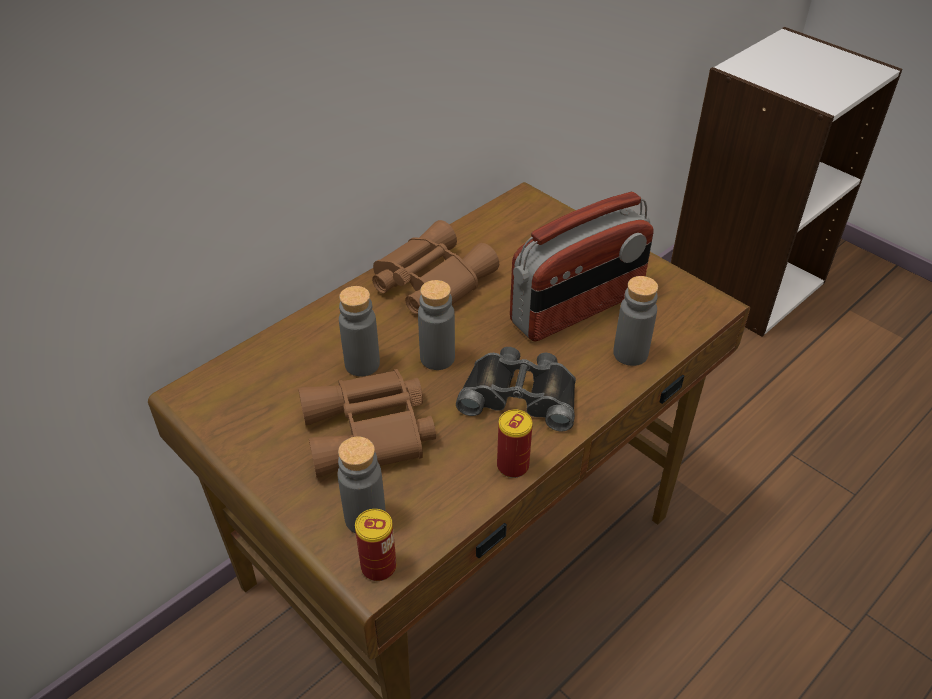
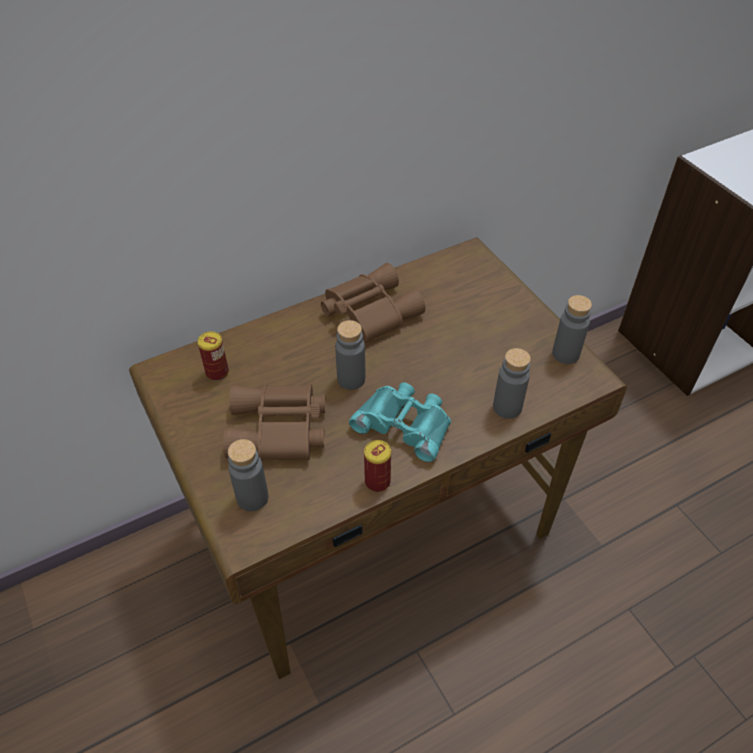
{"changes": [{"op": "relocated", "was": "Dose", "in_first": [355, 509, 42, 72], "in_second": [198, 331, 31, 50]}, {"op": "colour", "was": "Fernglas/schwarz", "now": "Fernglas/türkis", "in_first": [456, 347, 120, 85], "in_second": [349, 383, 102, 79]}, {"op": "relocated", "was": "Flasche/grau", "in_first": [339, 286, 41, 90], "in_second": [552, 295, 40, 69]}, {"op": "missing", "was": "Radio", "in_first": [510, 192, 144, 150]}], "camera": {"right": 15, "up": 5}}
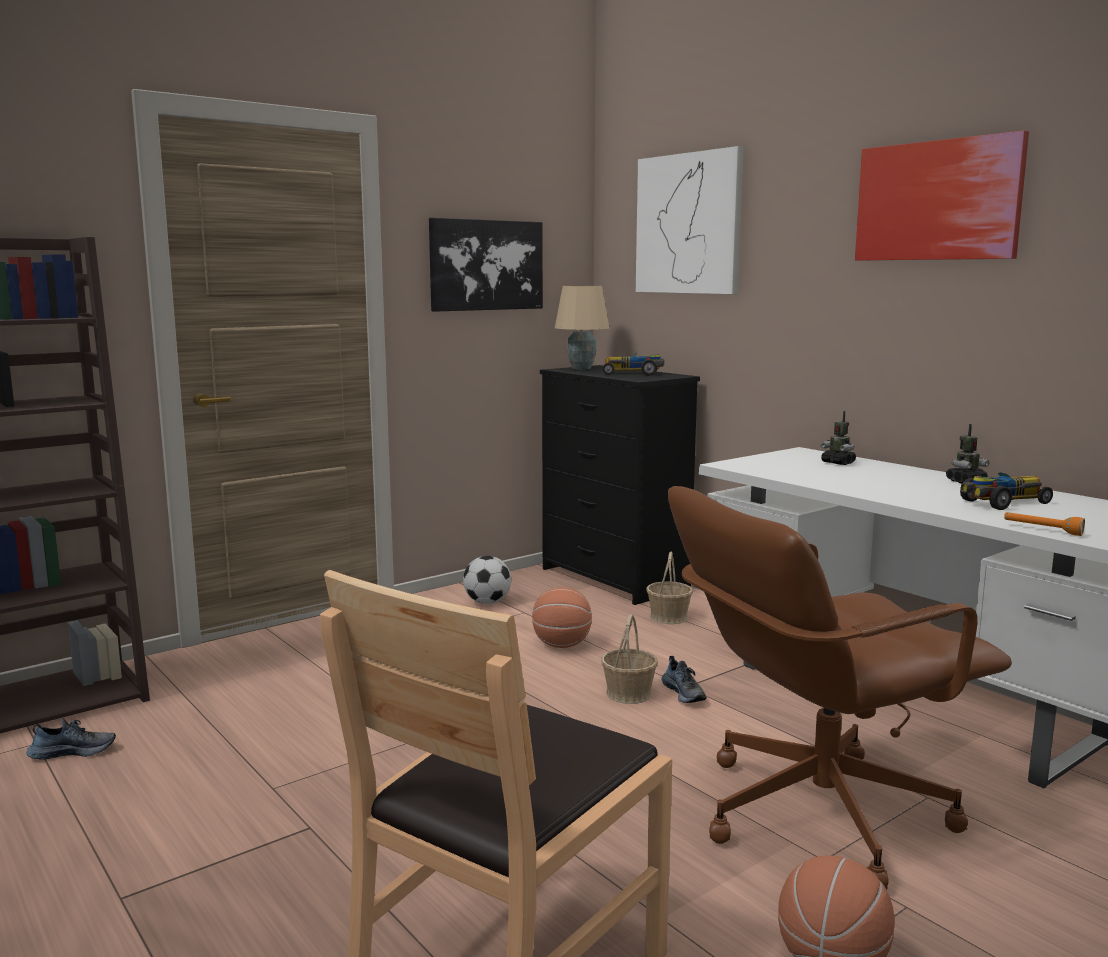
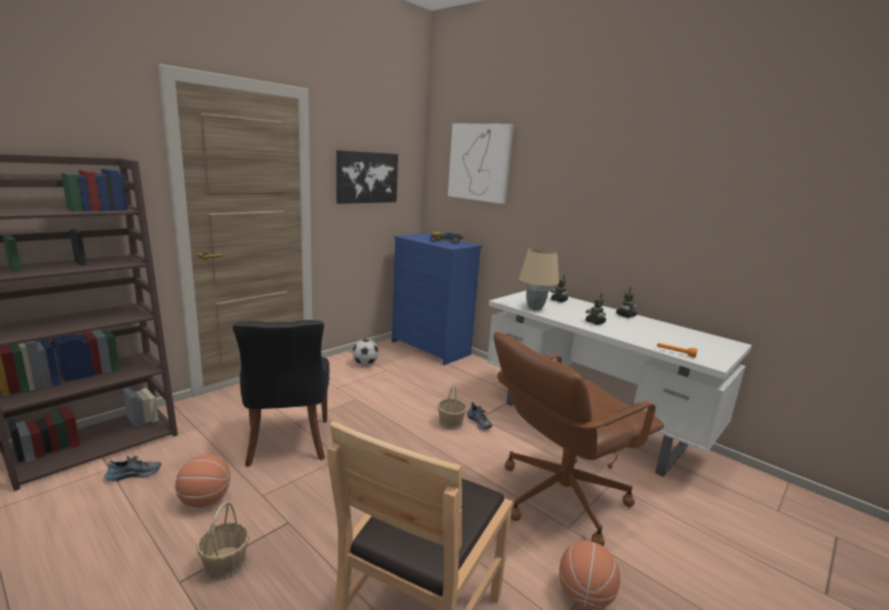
{"changes": [{"op": "relocated", "was": "Basketball", "in_first": [532, 587, 60, 61], "in_second": [175, 455, 55, 53]}, {"op": "relocated", "was": "Korb", "in_first": [646, 552, 47, 72], "in_second": [196, 501, 54, 80]}, {"op": "appeared", "now": "Stuhl/schwarz", "in_second": [233, 320, 96, 147]}, {"op": "colour", "was": "Kommode/schwarz", "now": "Kommode/blau", "in_first": [540, 365, 160, 240], "in_second": [392, 233, 90, 132]}, {"op": "relocated", "was": "Tischlampe/beige", "in_first": [555, 286, 54, 84], "in_second": [519, 248, 40, 62]}, {"op": "appeared", "now": "Spielzeugroboter", "in_second": [586, 293, 20, 32]}, {"op": "missing", "was": "Bild", "in_first": [855, 130, 174, 130]}, {"op": "missing", "was": "Spielzeugauto", "in_first": [960, 472, 93, 38]}], "camera": {"right": -10, "up": 5}}
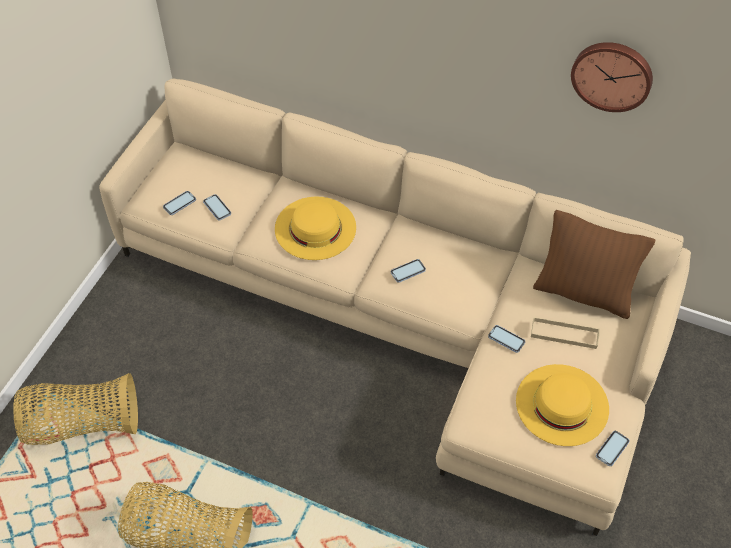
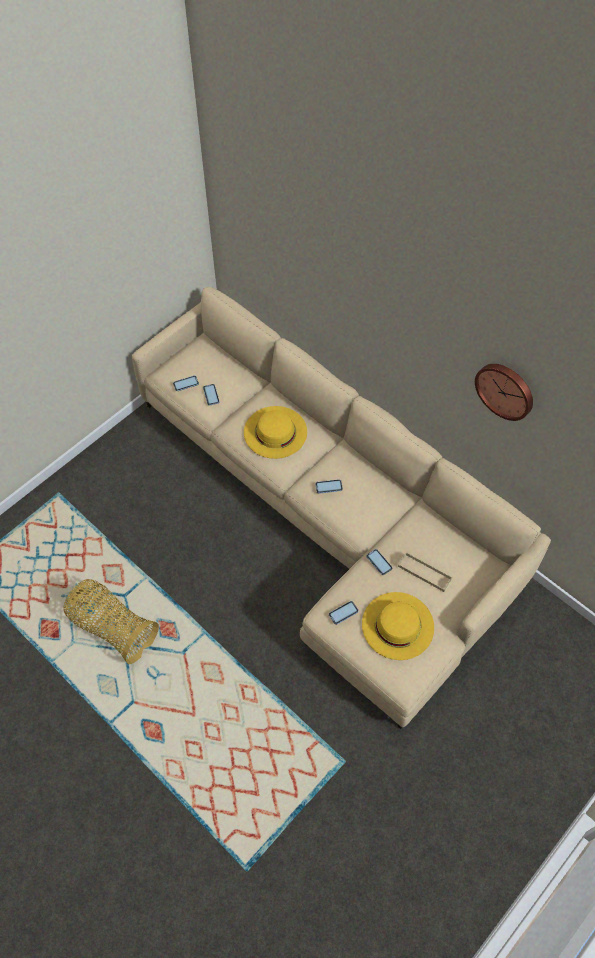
{"changes": [{"op": "relocated", "was": "Handy", "in_first": [596, 431, 33, 35], "in_second": [329, 601, 29, 24]}, {"op": "missing", "was": "Korb", "in_first": [13, 373, 125, 72]}, {"op": "missing", "was": "Kissen/braun", "in_first": [533, 210, 122, 109]}], "camera": {"right": 20, "up": 5}}
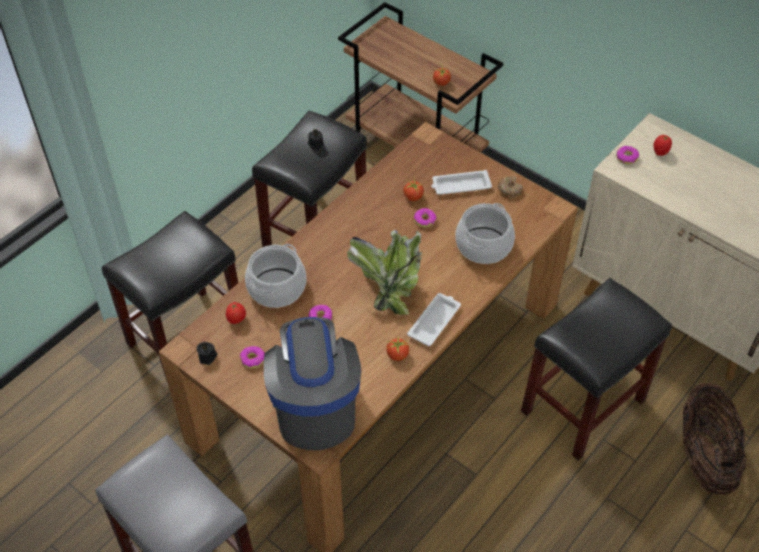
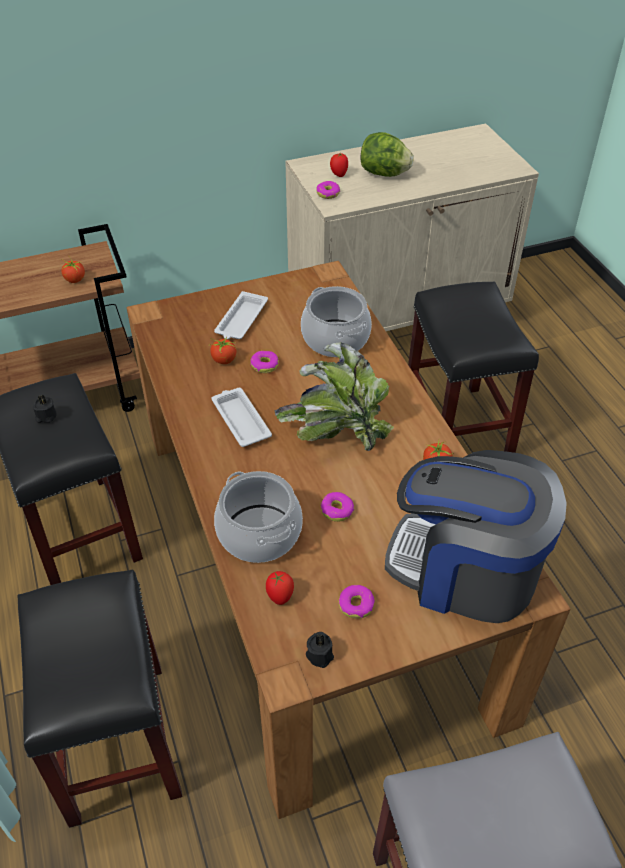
{"changes": [{"op": "relocated", "was": "Tablett/weiß", "in_first": [407, 293, 54, 53], "in_second": [211, 388, 61, 59]}, {"op": "appeared", "now": "Salatkopf", "in_second": [361, 132, 53, 45]}, {"op": "missing", "was": "Donut", "in_first": [498, 176, 25, 22]}, {"op": "missing", "was": "Korb", "in_first": [683, 383, 64, 112]}], "camera": {"right": -60, "up": -5}}
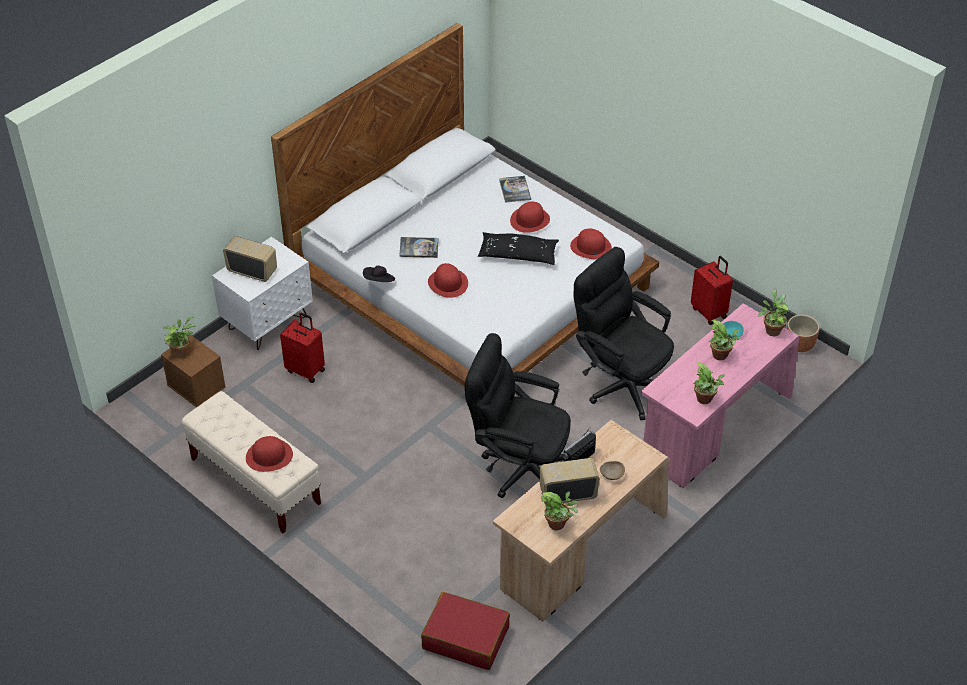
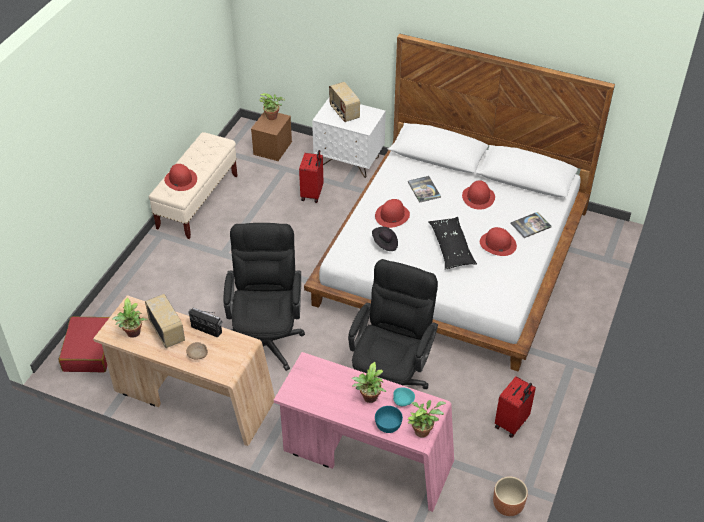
{"changes": [{"op": "spun", "was": "Radio", "in_first": [223, 236, 54, 46], "in_second": [329, 82, 31, 40], "clockwise": 150}, {"op": "relocated", "was": "Hut/schwarz", "in_first": [363, 266, 32, 16], "in_second": [372, 227, 26, 24]}, {"op": "appeared", "now": "Schüssel/türkis", "in_second": [375, 406, 28, 27]}, {"op": "relocated", "was": "Hut/rot", "in_first": [570, 229, 42, 30], "in_second": [462, 180, 33, 29]}, {"op": "missing", "was": "Topfpflanze", "in_first": [693, 362, 32, 42]}], "camera": {"right": 70, "up": 0}}
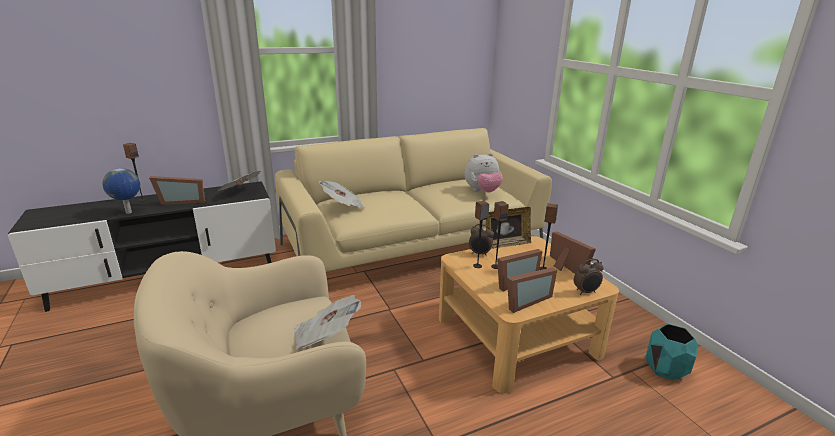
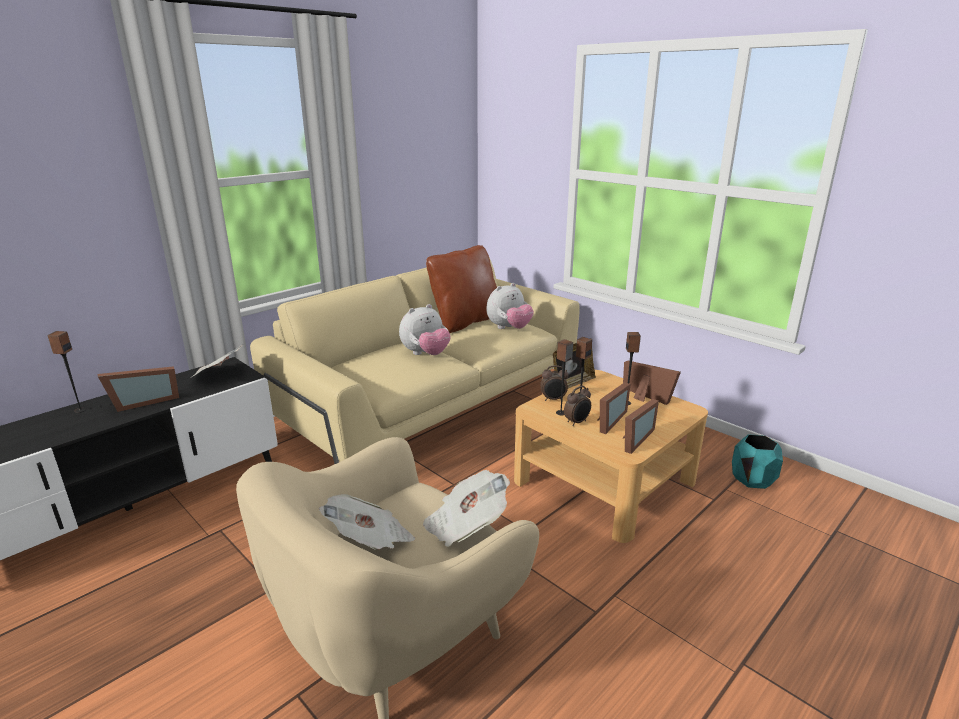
{"changes": [{"op": "relocated", "was": "Zeitung", "in_first": [319, 181, 45, 27], "in_second": [319, 494, 96, 56]}, {"op": "appeared", "now": "Plüschtier", "in_second": [399, 304, 52, 51]}, {"op": "appeared", "now": "Kissen/braun", "in_second": [426, 245, 71, 88]}, {"op": "relocated", "was": "Wecker", "in_first": [574, 259, 30, 36], "in_second": [564, 386, 27, 40]}, {"op": "missing", "was": "Globus", "in_first": [102, 168, 38, 46]}], "camera": {"right": -20, "up": 0}}
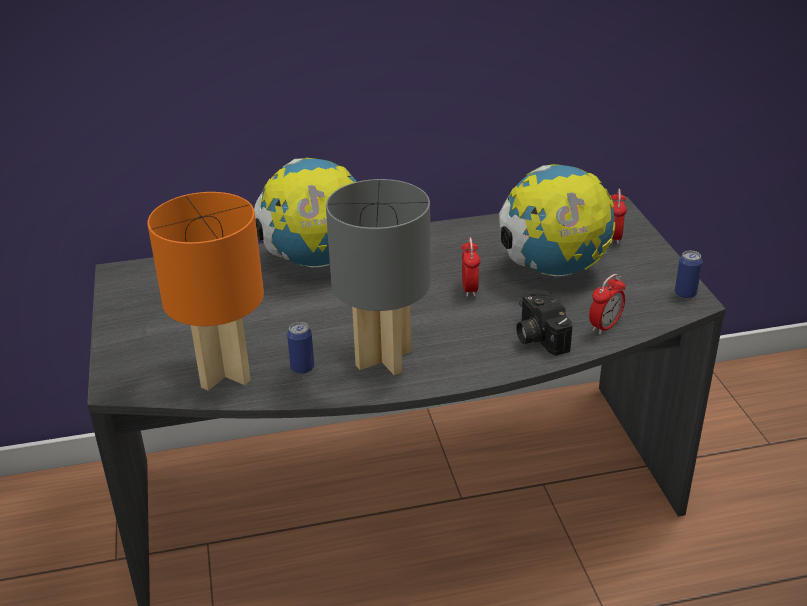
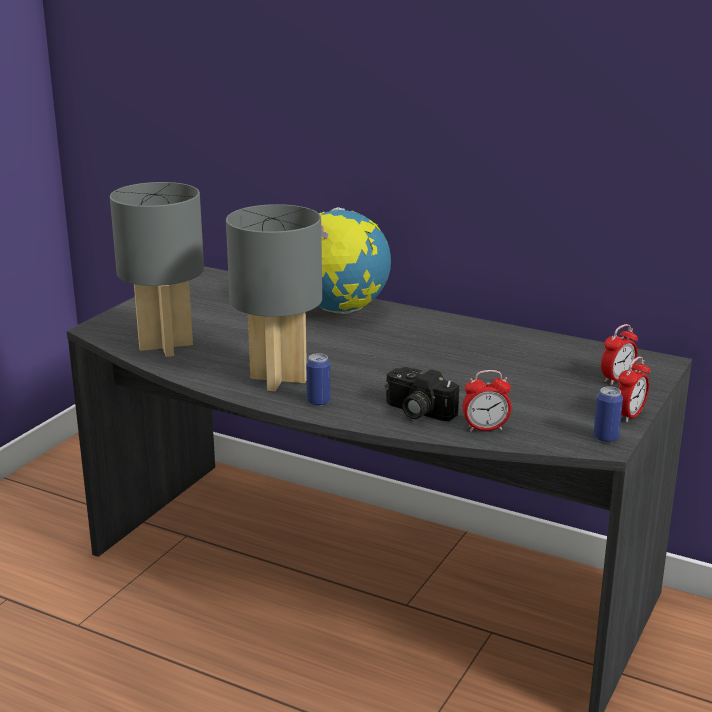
{"changes": [{"op": "colour", "was": "Tischlampe/orange", "now": "Tischlampe/grau", "in_first": [147, 192, 117, 199], "in_second": [110, 182, 94, 175]}, {"op": "relocated", "was": "Dose", "in_first": [287, 322, 27, 52], "in_second": [306, 353, 24, 53]}, {"op": "spun", "was": "Kamera", "in_first": [516, 289, 56, 67], "in_second": [385, 367, 74, 54], "clockwise": -75}, {"op": "relocated", "was": "Wecker", "in_first": [461, 237, 20, 60], "in_second": [618, 357, 32, 65]}, {"op": "missing", "was": "Globus", "in_first": [499, 164, 117, 112]}], "camera": {"right": 40, "up": -10}}
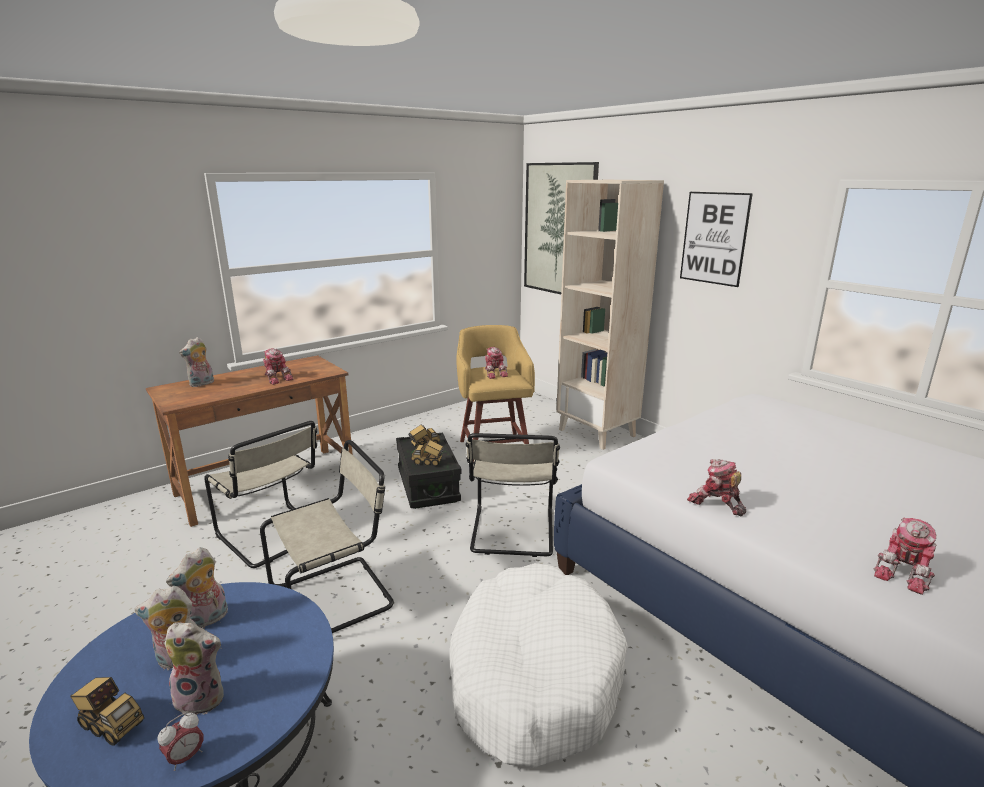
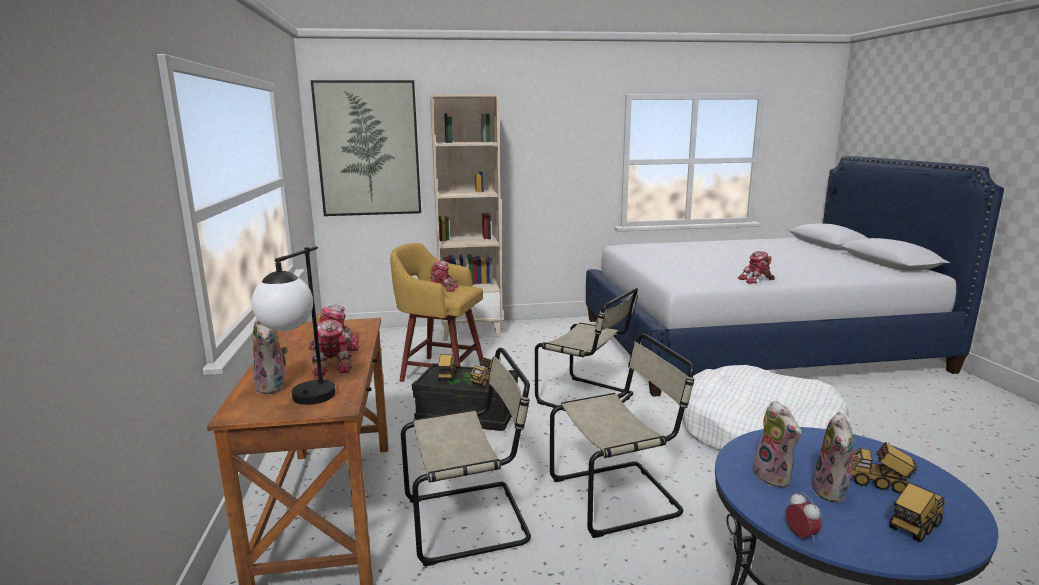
{"changes": [{"op": "appeared", "now": "Tischlampe", "in_second": [251, 246, 85, 159]}, {"op": "relocated", "was": "Spielzeugroboter", "in_first": [874, 518, 63, 77], "in_second": [311, 320, 41, 56]}, {"op": "spun", "was": "Stuhl/beige", "in_first": [260, 440, 134, 193], "in_second": [550, 334, 144, 204], "clockwise": 75}, {"op": "relocated", "was": "Wecker", "in_first": [158, 712, 46, 59], "in_second": [786, 492, 36, 51]}, {"op": "exchanged", "was": "Plüschtier", "now": "Spielzeuglaster", "in_first": [165, 622, 59, 93], "in_second": [851, 442, 68, 52]}, {"op": "missing", "was": "Bild", "in_first": [680, 192, 73, 95]}], "camera": {"right": -60, "up": -5}}
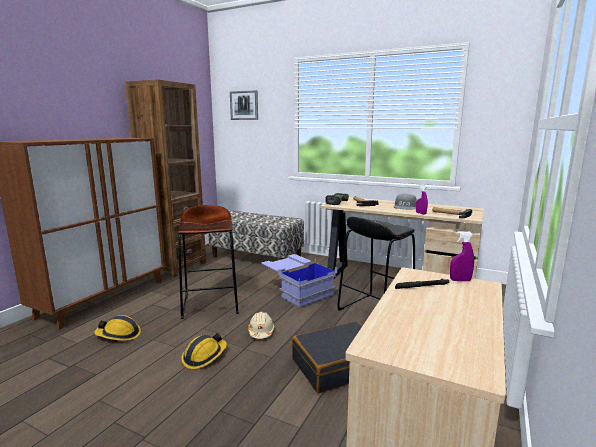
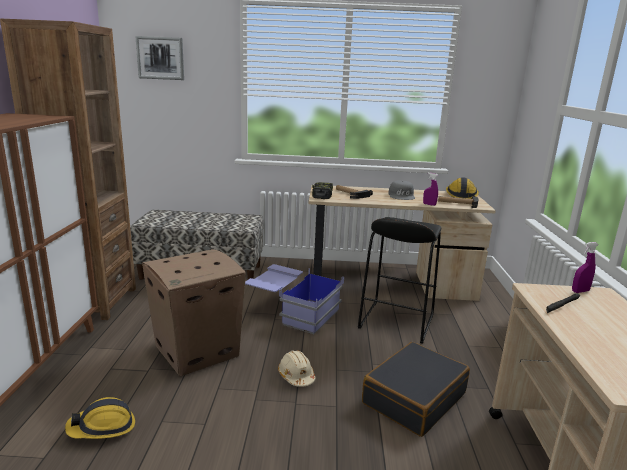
{"changes": [{"op": "exchanged", "was": "Hocker/braun", "now": "Karton", "in_first": [178, 205, 61, 114], "in_second": [142, 249, 104, 127]}, {"op": "relocated", "was": "Schutzhelm", "in_first": [181, 333, 46, 36], "in_second": [446, 177, 33, 22]}], "camera": {"right": -25, "up": 5}}
